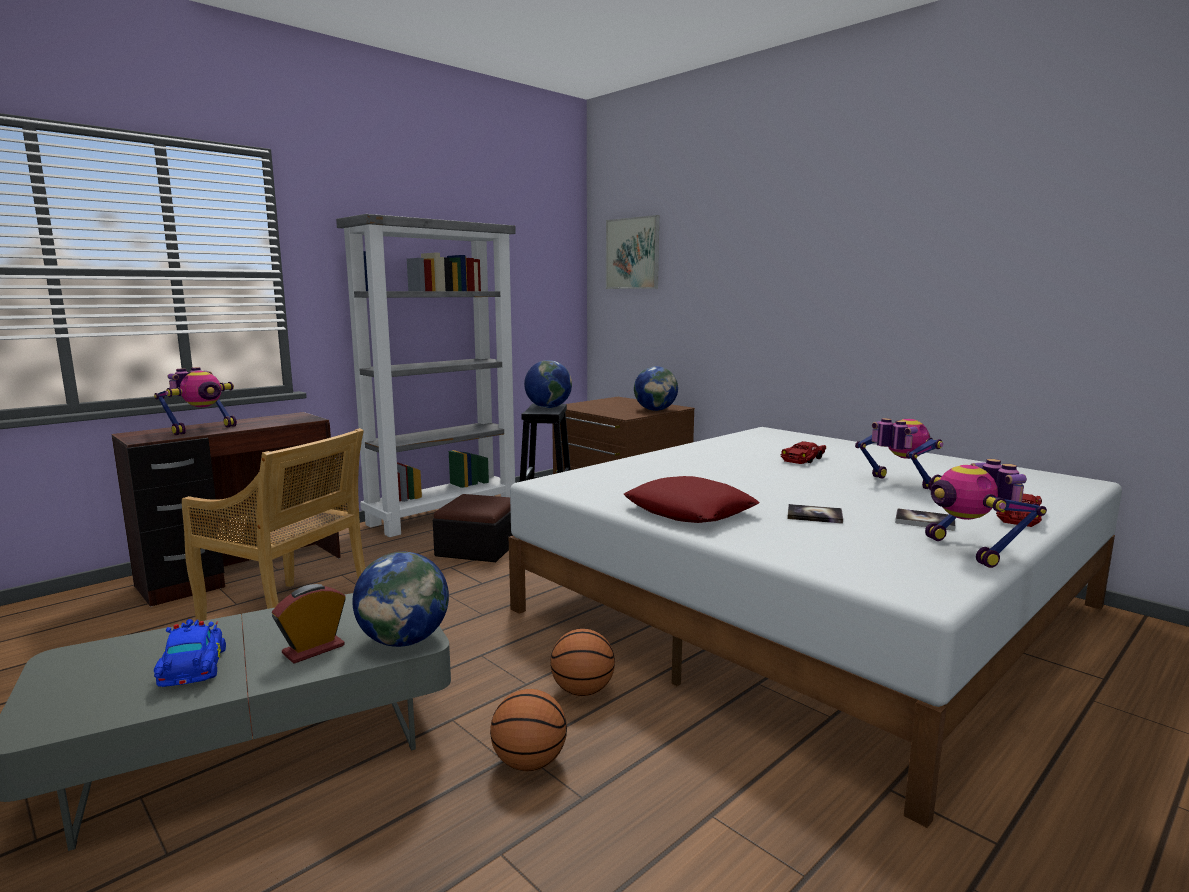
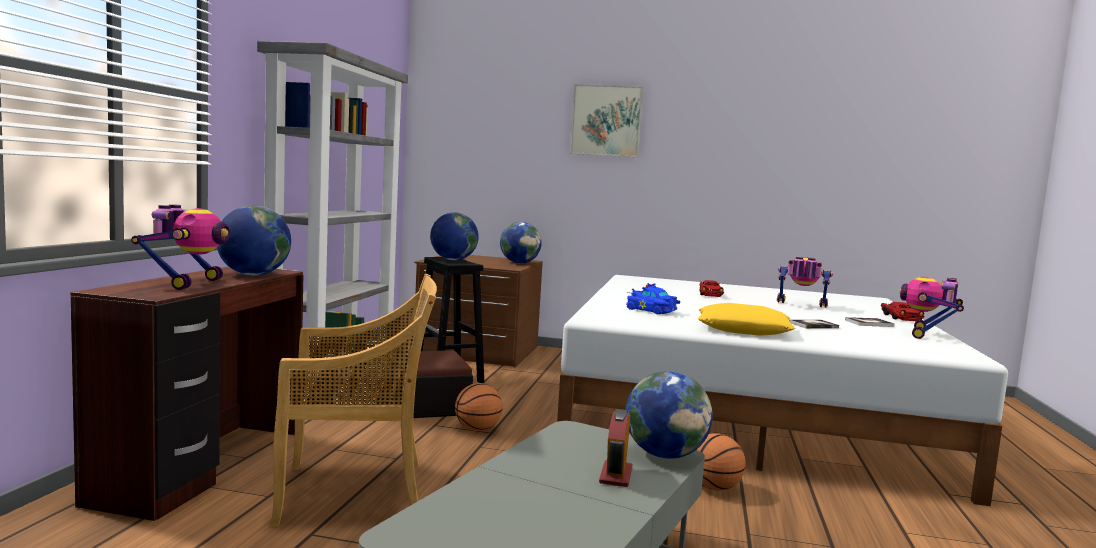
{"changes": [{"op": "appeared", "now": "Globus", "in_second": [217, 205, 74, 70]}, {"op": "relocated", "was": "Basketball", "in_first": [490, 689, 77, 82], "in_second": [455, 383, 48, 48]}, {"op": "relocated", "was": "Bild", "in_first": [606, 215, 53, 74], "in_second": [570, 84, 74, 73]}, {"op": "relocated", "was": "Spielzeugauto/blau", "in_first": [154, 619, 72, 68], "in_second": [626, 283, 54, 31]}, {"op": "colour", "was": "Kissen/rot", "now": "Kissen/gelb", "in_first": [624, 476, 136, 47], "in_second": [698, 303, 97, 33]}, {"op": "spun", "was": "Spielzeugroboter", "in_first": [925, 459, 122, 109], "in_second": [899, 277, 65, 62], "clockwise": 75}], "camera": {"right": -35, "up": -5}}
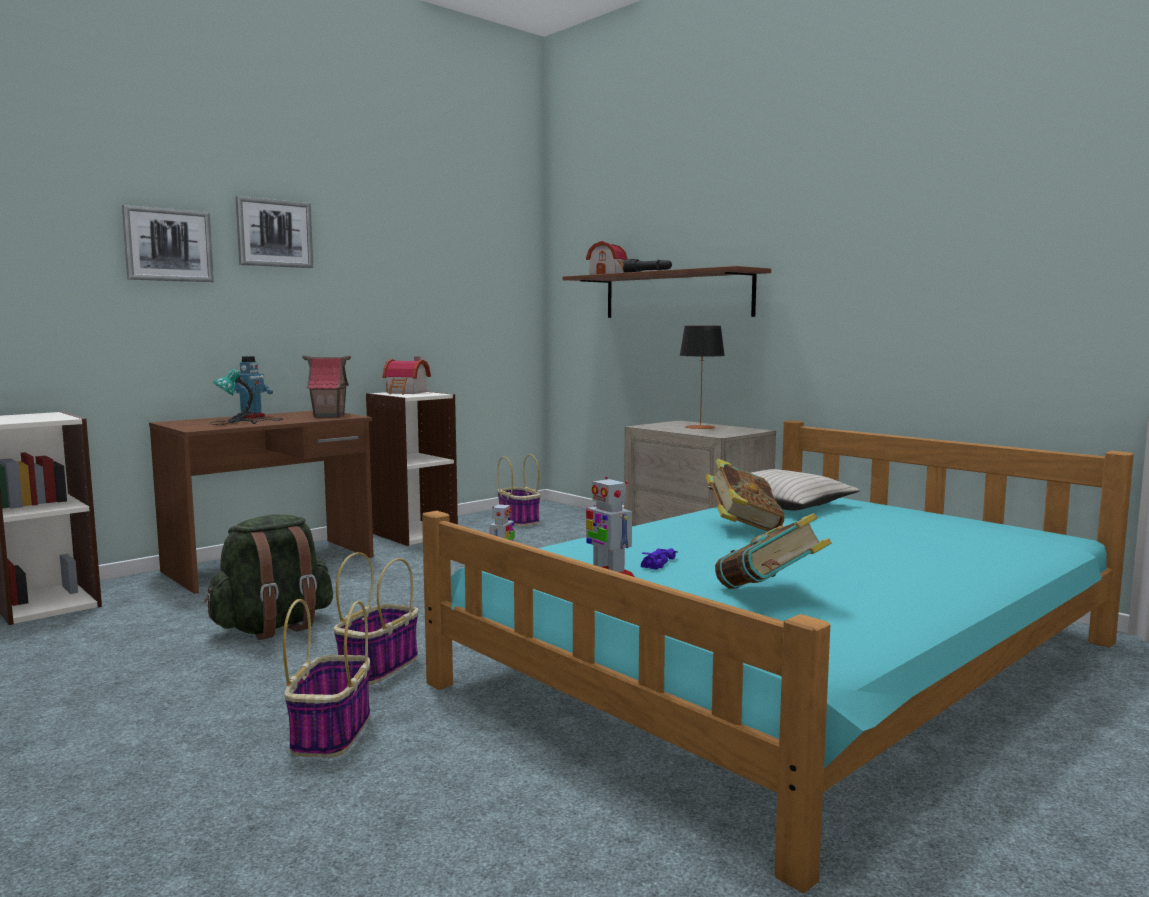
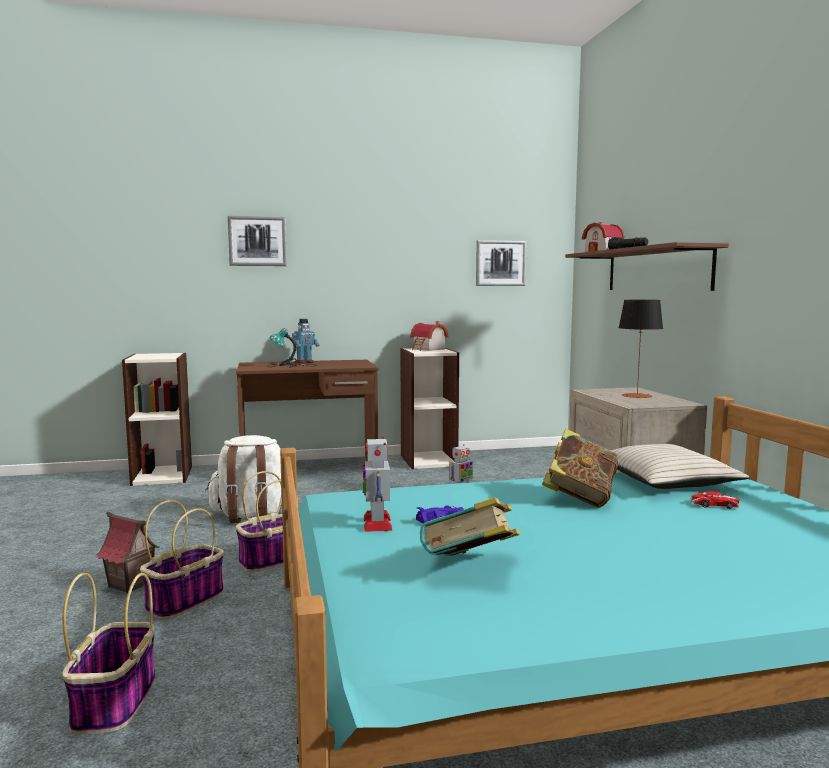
{"changes": [{"op": "relocated", "was": "Korb", "in_first": [497, 454, 44, 72], "in_second": [62, 573, 93, 161]}, {"op": "relocated", "was": "Spielzeughaus", "in_first": [302, 356, 49, 61], "in_second": [96, 512, 64, 82]}, {"op": "colour", "was": "Rucksack/grün", "now": "Rucksack/weiß", "in_first": [204, 515, 129, 125], "in_second": [205, 435, 77, 89]}, {"op": "relocated", "was": "Bild", "in_first": [236, 196, 77, 72], "in_second": [476, 240, 51, 46]}, {"op": "appeared", "now": "Spielzeugauto", "in_second": [690, 491, 49, 18]}], "camera": {"right": 30, "up": 0}}
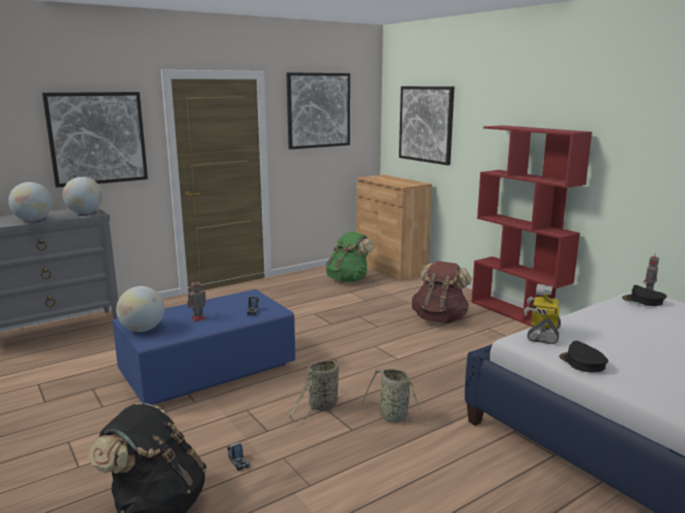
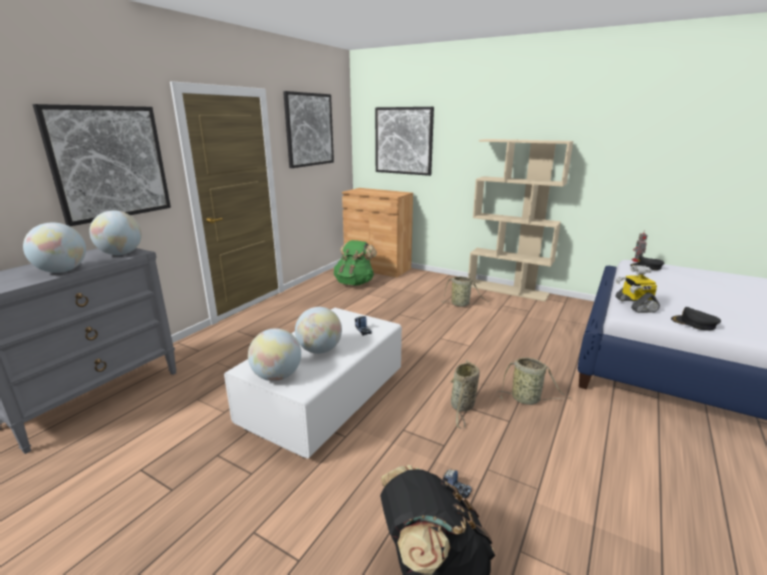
{"changes": [{"op": "colour", "was": "Couchtisch/blau", "now": "Couchtisch/weiß", "in_first": [112, 289, 183, 116], "in_second": [224, 307, 178, 152]}, {"op": "exchanged", "was": "Spielzeugroboter", "now": "Globus", "in_first": [187, 280, 19, 42], "in_second": [295, 307, 47, 47]}, {"op": "exchanged", "was": "Rucksack/braun", "now": "Korb", "in_first": [412, 261, 60, 62], "in_second": [443, 276, 46, 31]}, {"op": "colour", "was": "Bücherregal/rot", "now": "Bücherregal/beige", "in_first": [471, 125, 121, 202], "in_second": [468, 139, 105, 163]}], "camera": {"right": -25, "up": 5}}
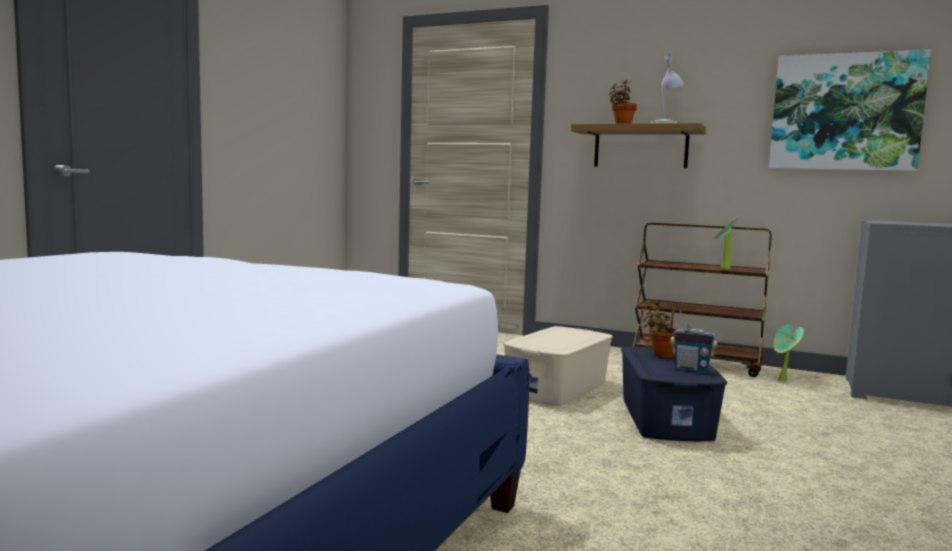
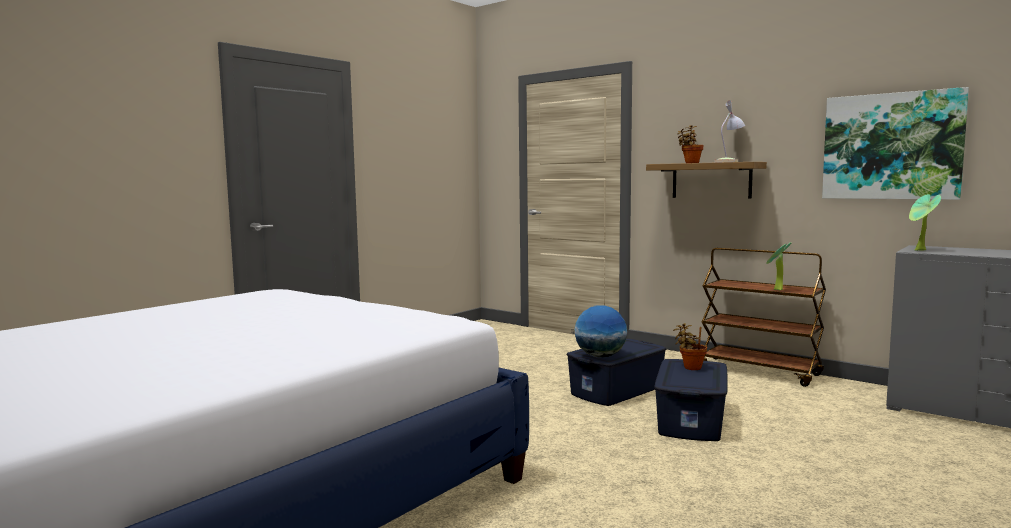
{"changes": [{"op": "colour", "was": "Aufbewahrungsbox/beige", "now": "Aufbewahrungsbox/blau", "in_first": [503, 326, 110, 80], "in_second": [567, 338, 99, 68]}, {"op": "appeared", "now": "Globus", "in_second": [575, 305, 52, 53]}, {"op": "relocated", "was": "Topfpflanze", "in_first": [774, 324, 30, 57], "in_second": [909, 194, 32, 57]}, {"op": "missing", "was": "Radio", "in_first": [670, 309, 47, 64]}], "camera": {"right": 15, "up": 0}}
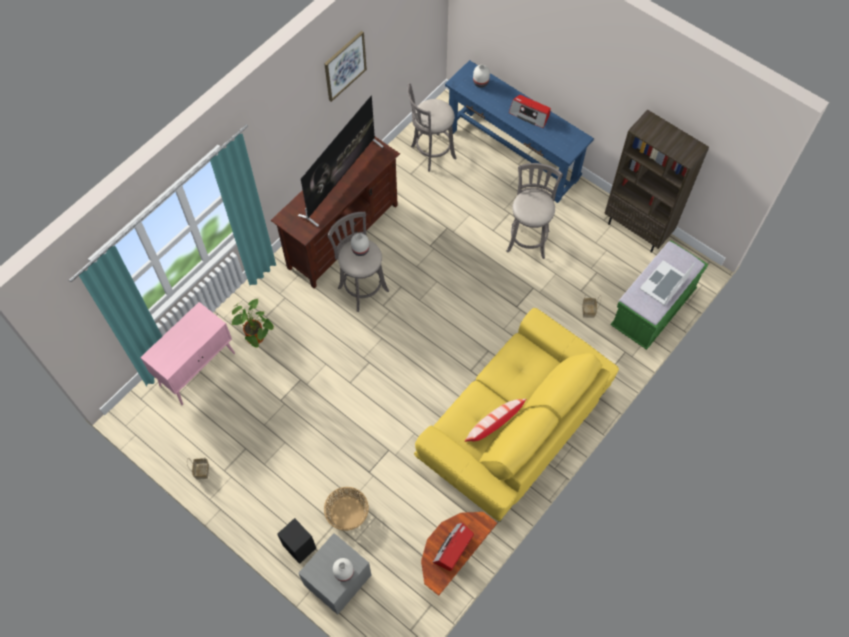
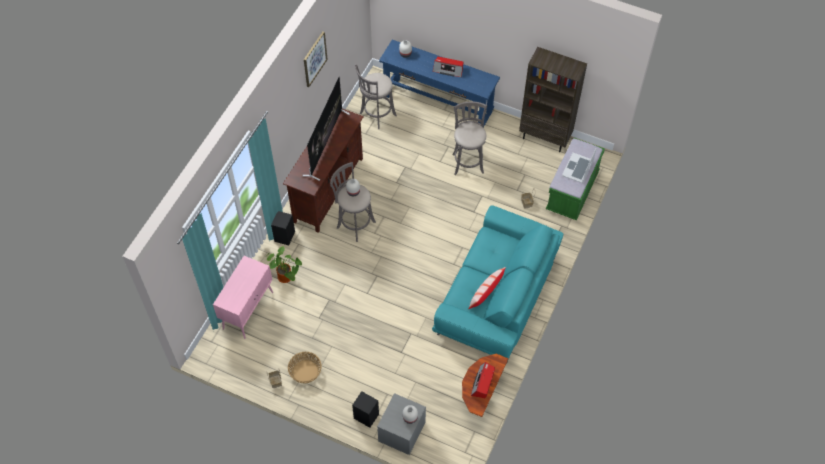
{"changes": [{"op": "appeared", "now": "Lautsprecher/schwarz", "in_second": [271, 211, 24, 35]}, {"op": "relocated", "was": "Korb", "in_first": [324, 487, 45, 44], "in_second": [288, 352, 34, 32]}, {"op": "colour", "was": "Sofa/gelb", "now": "Sofa/türkis", "in_first": [414, 308, 205, 214], "in_second": [432, 205, 131, 158]}], "camera": {"right": -15, "up": -5}}
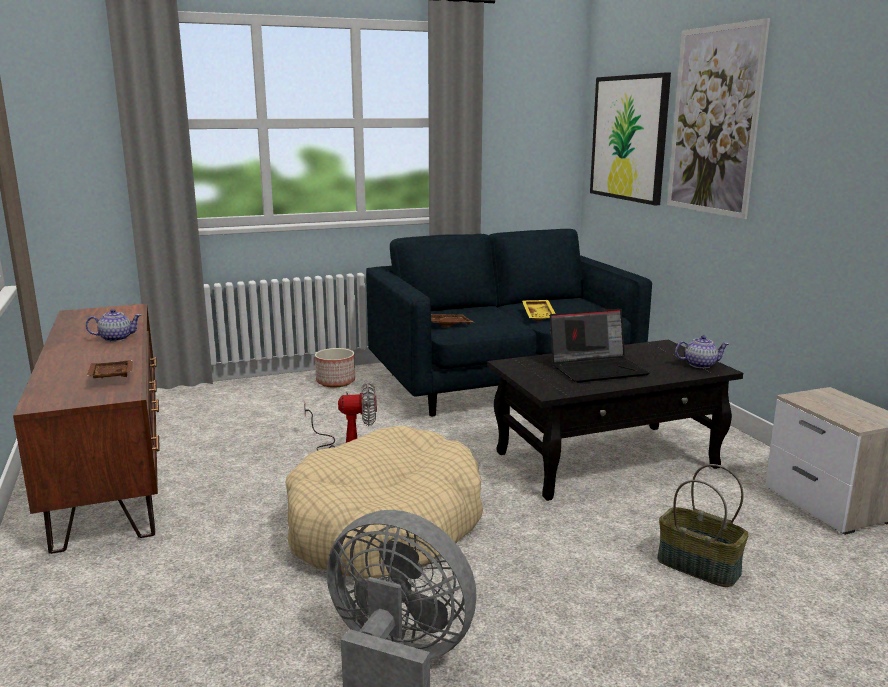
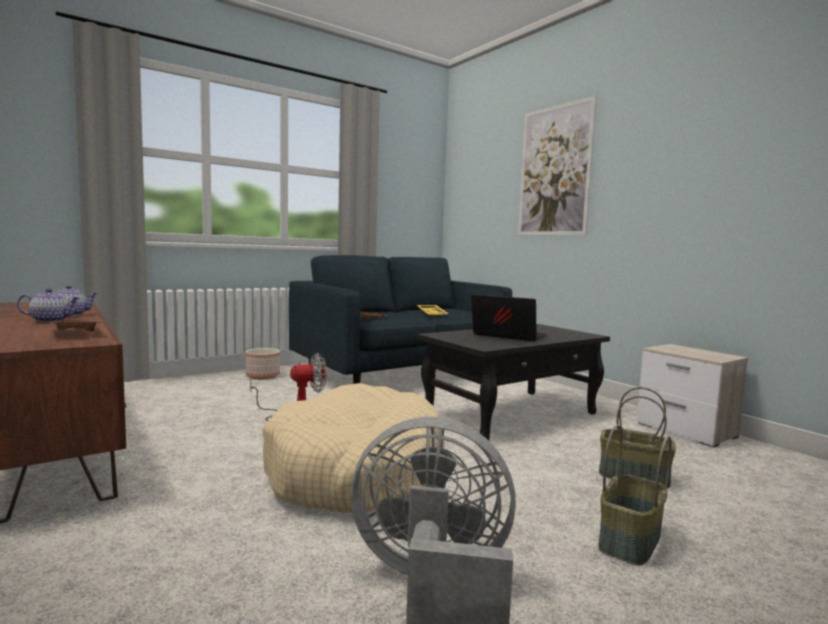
{"changes": [{"op": "relocated", "was": "Teekanne", "in_first": [675, 335, 54, 34], "in_second": [17, 288, 63, 34]}, {"op": "spun", "was": "Laptop", "in_first": [550, 309, 100, 74], "in_second": [471, 294, 76, 47], "clockwise": -120}, {"op": "appeared", "now": "Korb", "in_second": [598, 425, 74, 140]}, {"op": "missing", "was": "Bild", "in_first": [590, 72, 81, 133]}], "camera": {"right": -15, "up": -10}}
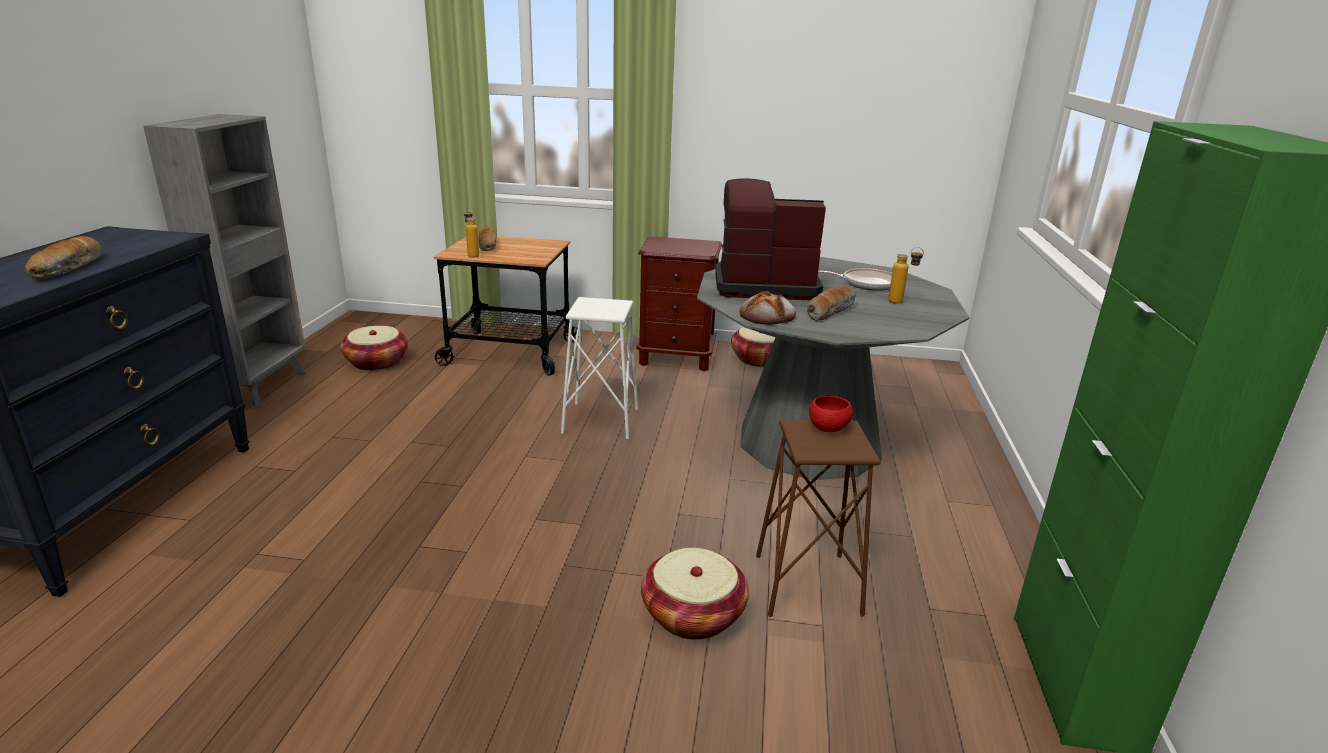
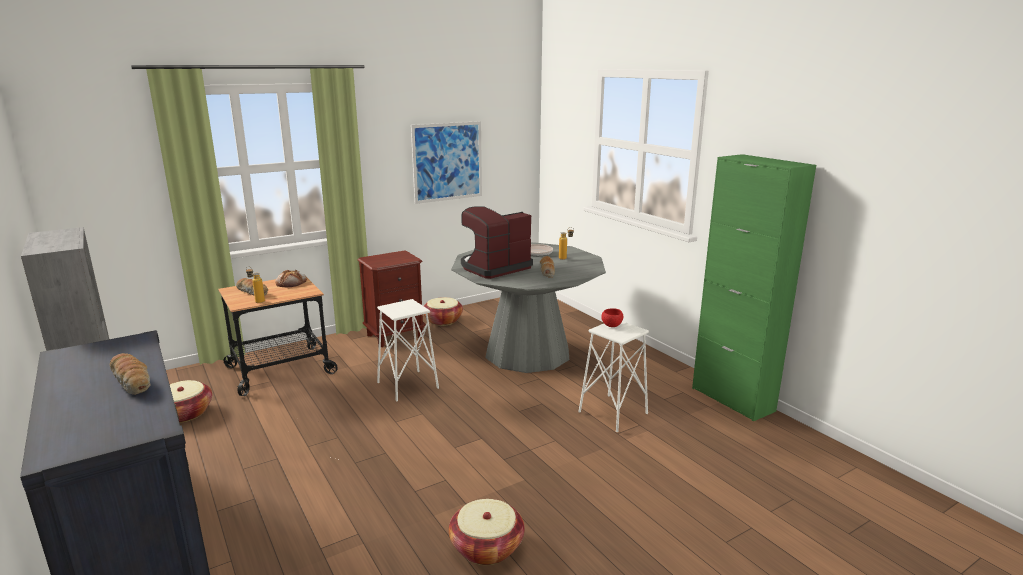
{"changes": [{"op": "relocated", "was": "Brot", "in_first": [740, 291, 56, 34], "in_second": [275, 270, 32, 17]}, {"op": "appeared", "now": "Bild", "in_second": [411, 121, 71, 83]}, {"op": "relocated", "was": "Korb", "in_first": [641, 548, 108, 92], "in_second": [449, 499, 76, 66]}, {"op": "colour", "was": "Hocker/braun", "now": "Hocker/weiß", "in_first": [756, 420, 125, 197], "in_second": [578, 321, 71, 111]}], "camera": {"right": -40, "up": -5}}
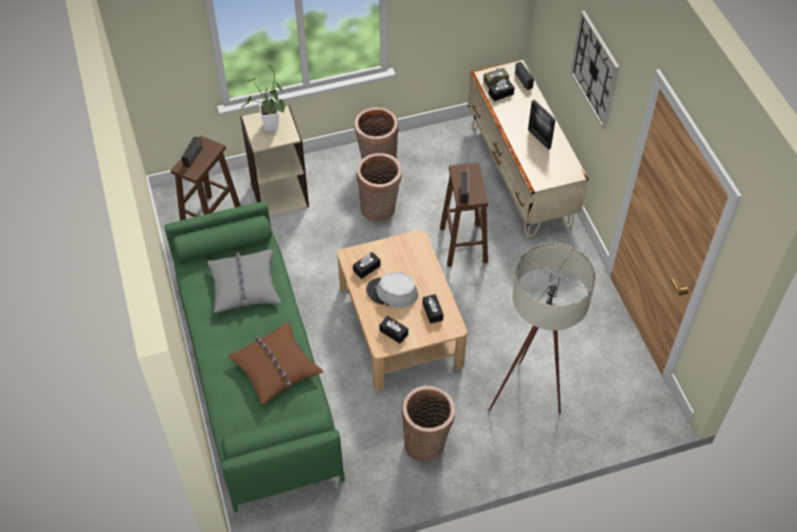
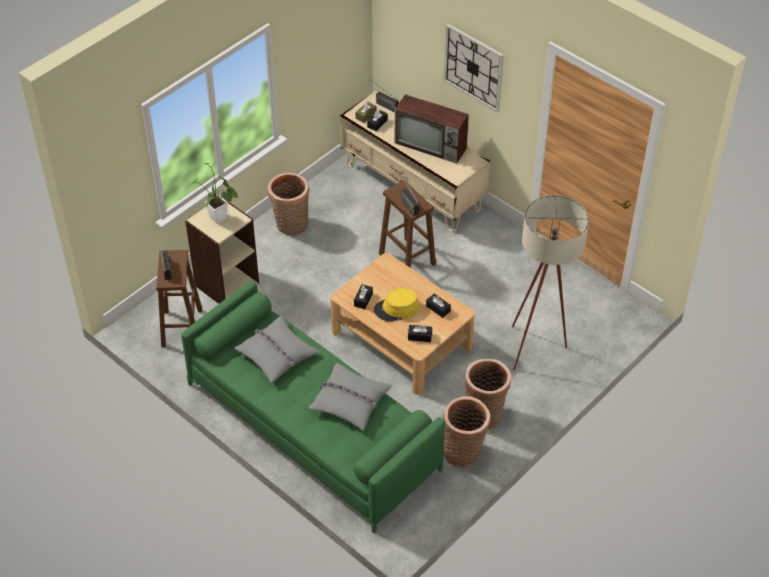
{"changes": [{"op": "colour", "was": "Kissen/braun", "now": "Kissen/grau", "in_first": [229, 322, 94, 83], "in_second": [309, 363, 84, 68]}, {"op": "colour", "was": "Hut/grau", "now": "Hut/gelb", "in_first": [366, 272, 52, 36], "in_second": [374, 288, 46, 34]}, {"op": "exchanged", "was": "Bilderrahmen", "now": "Fernseher", "in_first": [528, 100, 28, 50], "in_second": [395, 94, 74, 70]}, {"op": "relocated", "was": "Korb", "in_first": [357, 153, 45, 69], "in_second": [443, 396, 47, 71]}], "camera": {"right": -30, "up": -5}}
